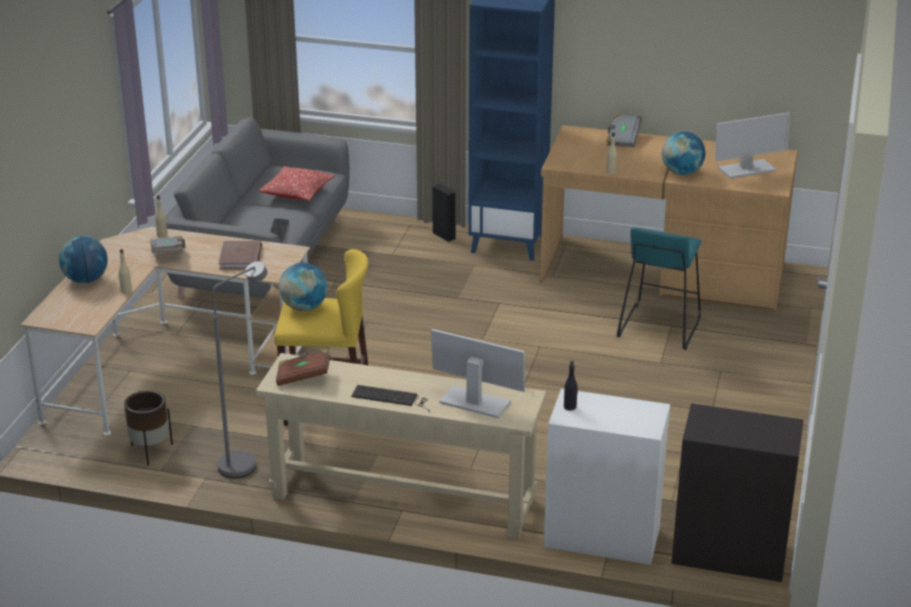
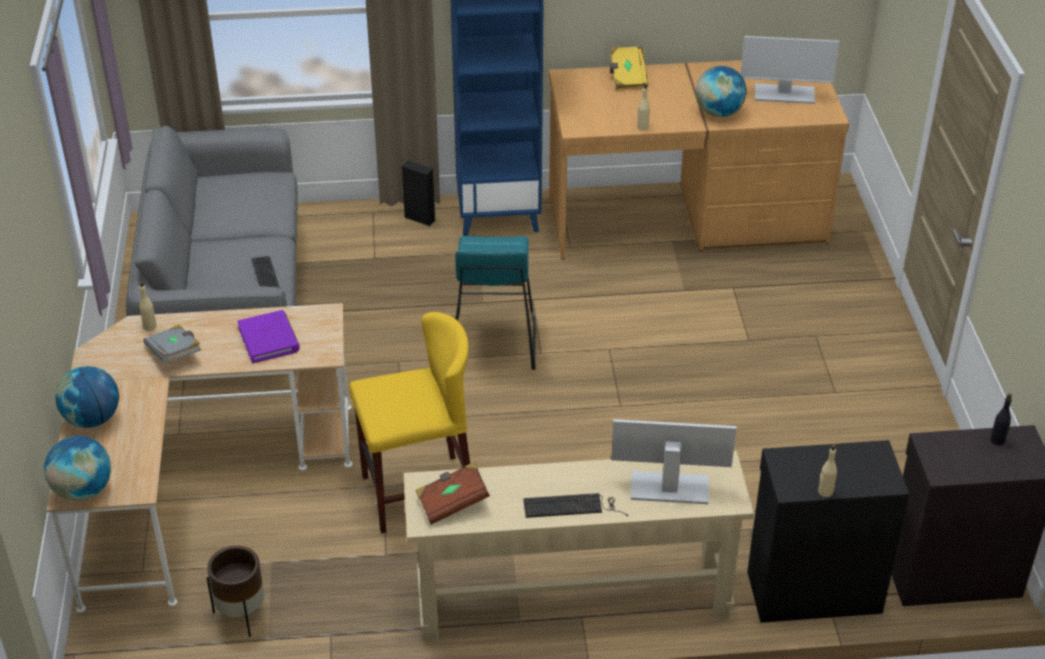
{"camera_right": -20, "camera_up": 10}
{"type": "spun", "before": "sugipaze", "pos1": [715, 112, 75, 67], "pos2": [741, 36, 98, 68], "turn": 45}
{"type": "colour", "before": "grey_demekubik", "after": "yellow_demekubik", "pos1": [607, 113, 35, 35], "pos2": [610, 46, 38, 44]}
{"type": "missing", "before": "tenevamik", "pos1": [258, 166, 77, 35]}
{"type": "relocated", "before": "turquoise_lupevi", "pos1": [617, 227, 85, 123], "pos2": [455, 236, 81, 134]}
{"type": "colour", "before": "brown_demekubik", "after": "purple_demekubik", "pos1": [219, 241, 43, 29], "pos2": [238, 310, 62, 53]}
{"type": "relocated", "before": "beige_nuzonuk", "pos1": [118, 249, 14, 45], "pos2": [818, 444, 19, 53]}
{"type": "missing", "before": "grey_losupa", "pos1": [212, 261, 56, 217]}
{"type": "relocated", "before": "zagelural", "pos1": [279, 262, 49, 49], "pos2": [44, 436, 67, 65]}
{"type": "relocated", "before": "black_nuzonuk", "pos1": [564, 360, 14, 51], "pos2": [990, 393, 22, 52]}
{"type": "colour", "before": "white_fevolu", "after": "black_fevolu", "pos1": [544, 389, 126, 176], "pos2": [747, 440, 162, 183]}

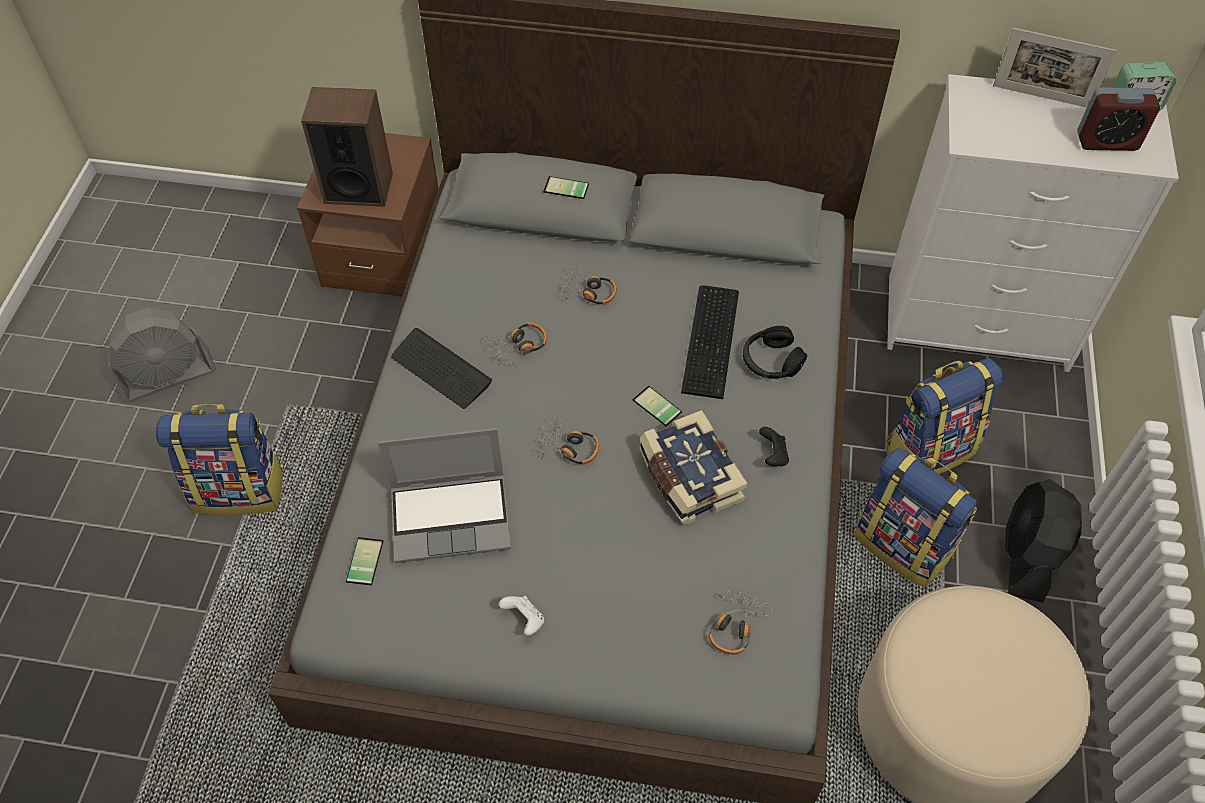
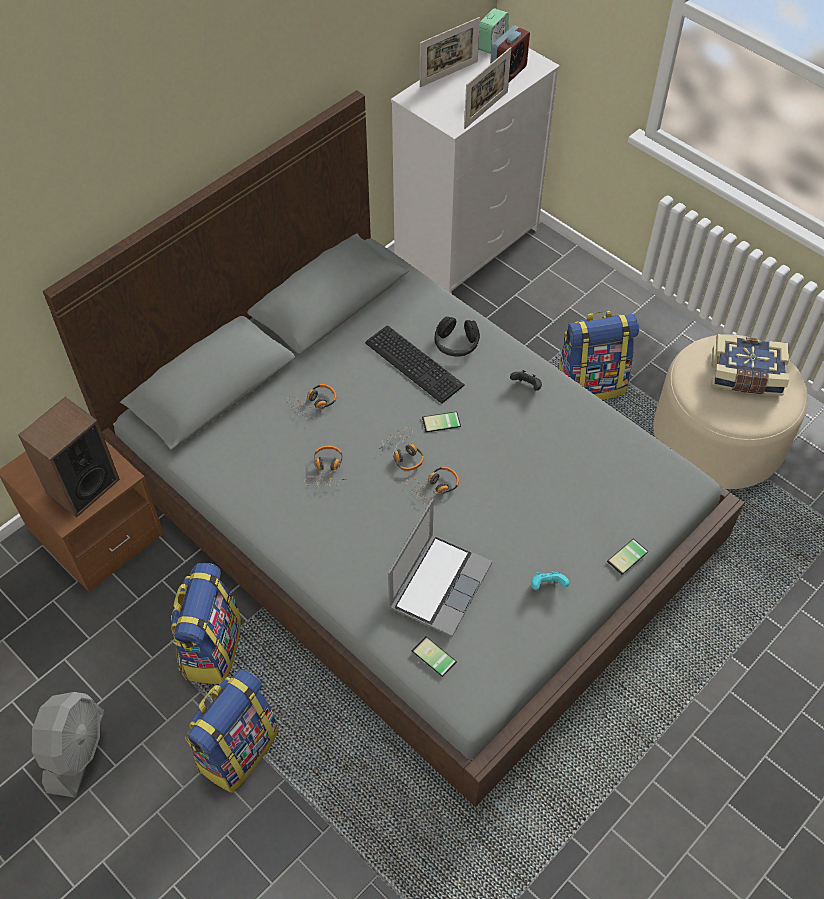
{"camera_right": -55, "camera_up": 0}
{"type": "relocated", "before": "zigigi", "pos1": [543, 176, 46, 23], "pos2": [607, 538, 42, 37]}
{"type": "missing", "before": "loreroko", "pos1": [391, 328, 101, 81]}
{"type": "relocated", "before": "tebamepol", "pos1": [885, 358, 118, 116], "pos2": [171, 563, 70, 121]}
{"type": "relocated", "before": "demekubik", "pos1": [639, 410, 109, 115], "pos2": [711, 334, 78, 62]}
{"type": "missing", "before": "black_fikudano", "pos1": [1004, 479, 78, 124]}
{"type": "relocated", "before": "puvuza", "pos1": [709, 590, 63, 64], "pos2": [378, 427, 46, 44]}
{"type": "colour", "before": "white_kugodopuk", "after": "turquoise_kugodopuk", "pos1": [499, 596, 45, 40], "pos2": [531, 571, 38, 19]}
{"type": "appeared", "after": "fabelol", "pos2": [464, 47, 47, 82]}

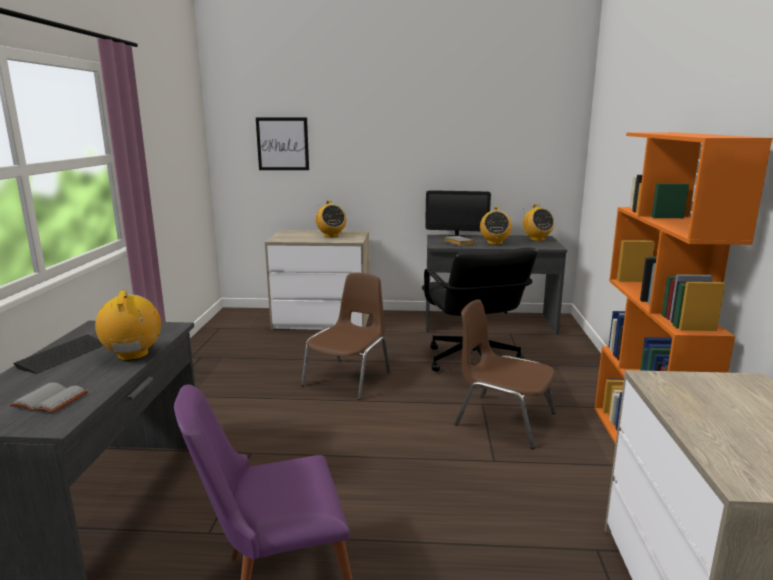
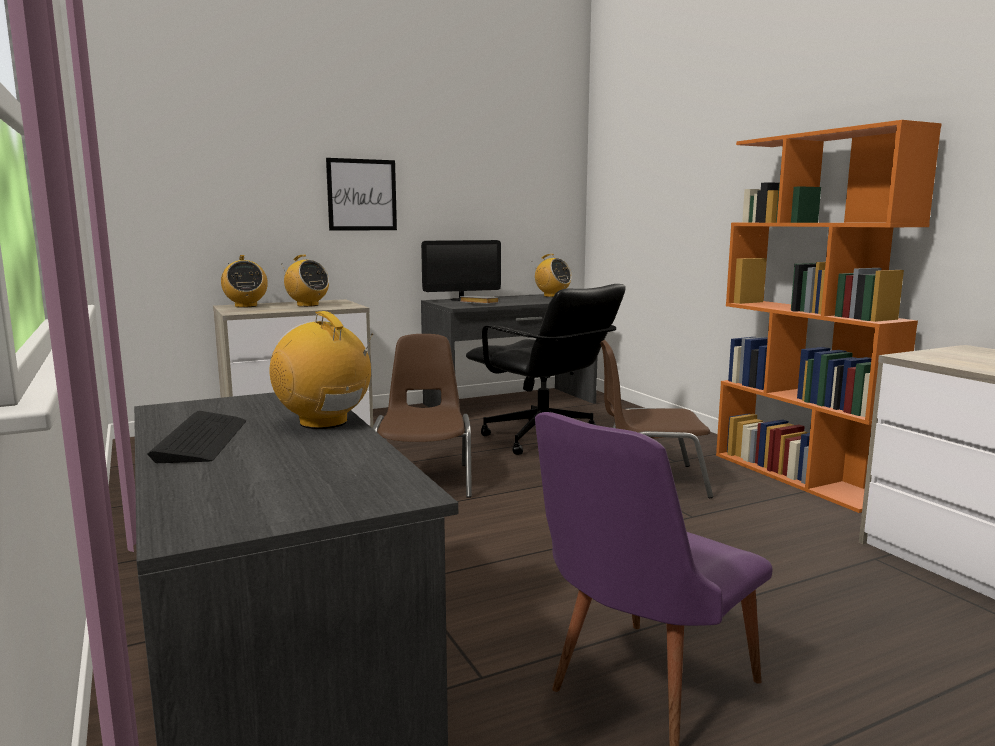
{"camera_right": -30, "camera_up": -5}
{"type": "relocated", "before": "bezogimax", "pos1": [256, 117, 53, 53], "pos2": [326, 158, 71, 73]}
{"type": "relocated", "before": "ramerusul", "pos1": [480, 207, 32, 38], "pos2": [221, 255, 47, 53]}
{"type": "missing", "before": "grey_demekubik", "pos1": [10, 382, 78, 31]}

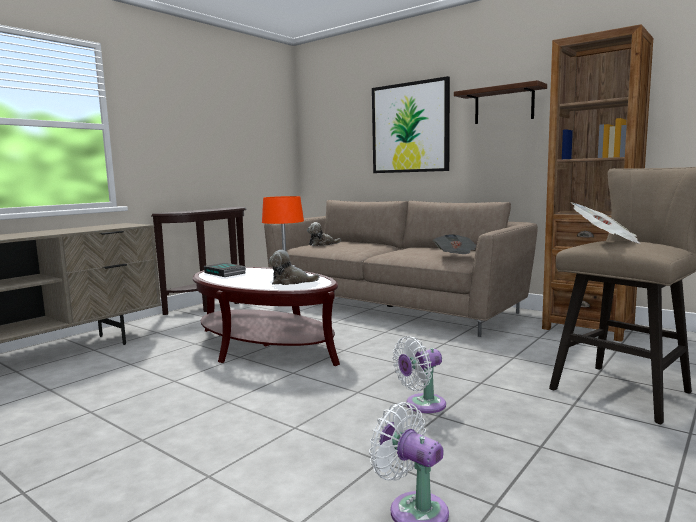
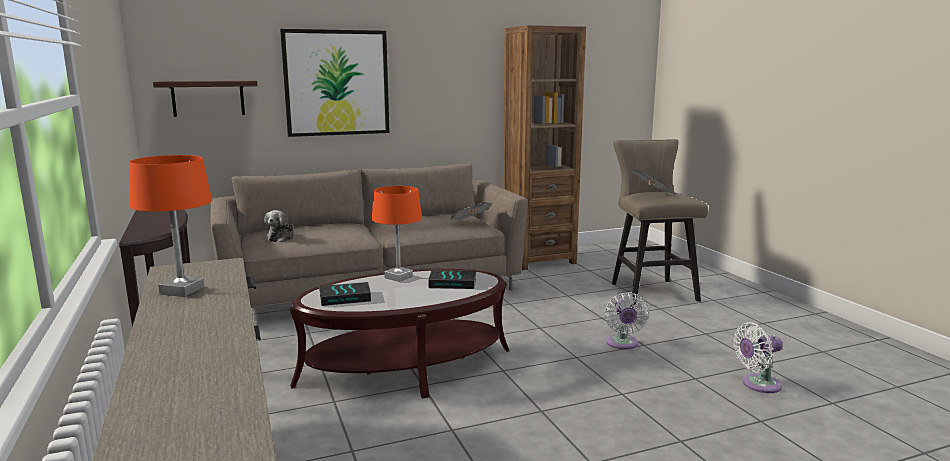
{"camera_right": -60, "camera_up": 5}
{"type": "relocated", "before": "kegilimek", "pos1": [454, 80, 93, 44], "pos2": [153, 80, 105, 37]}
{"type": "exchanged", "before": "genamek", "after": "demekubik", "pos1": [269, 250, 51, 35], "pos2": [428, 270, 49, 19]}
{"type": "appeared", "after": "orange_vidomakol", "pos2": [130, 155, 82, 142]}

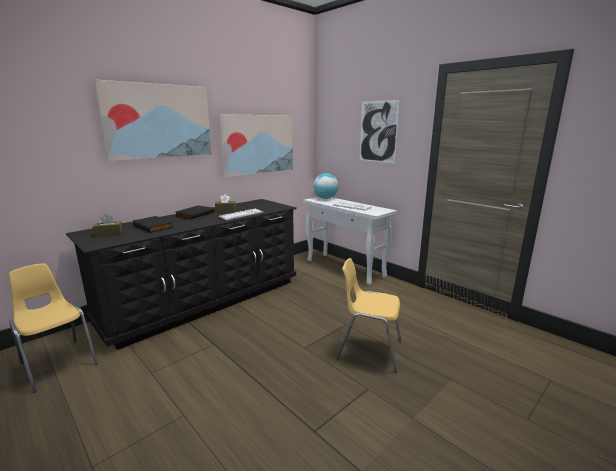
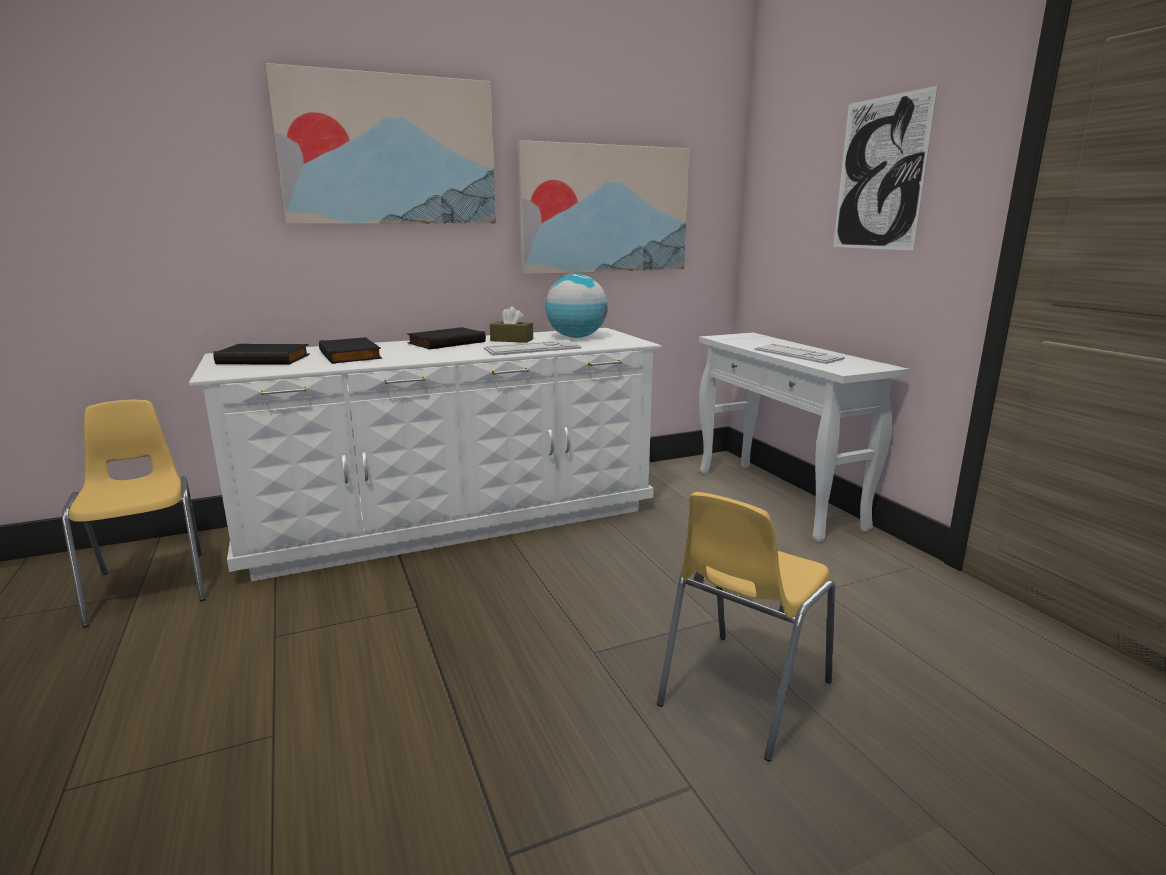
{"camera_right": 20, "camera_up": 0}
{"type": "relocated", "before": "zagelural", "pos1": [313, 173, 26, 26], "pos2": [545, 274, 63, 64]}
{"type": "colour", "before": "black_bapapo", "after": "white_bapapo", "pos1": [66, 199, 231, 151], "pos2": [189, 328, 473, 253]}
{"type": "exchanged", "before": "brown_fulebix", "after": "black_demekubik", "pos1": [92, 214, 31, 22], "pos2": [213, 344, 97, 21]}
{"type": "spun", "before": "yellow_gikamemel", "pos1": [337, 258, 65, 115], "pos2": [657, 492, 178, 269], "turn": -90}

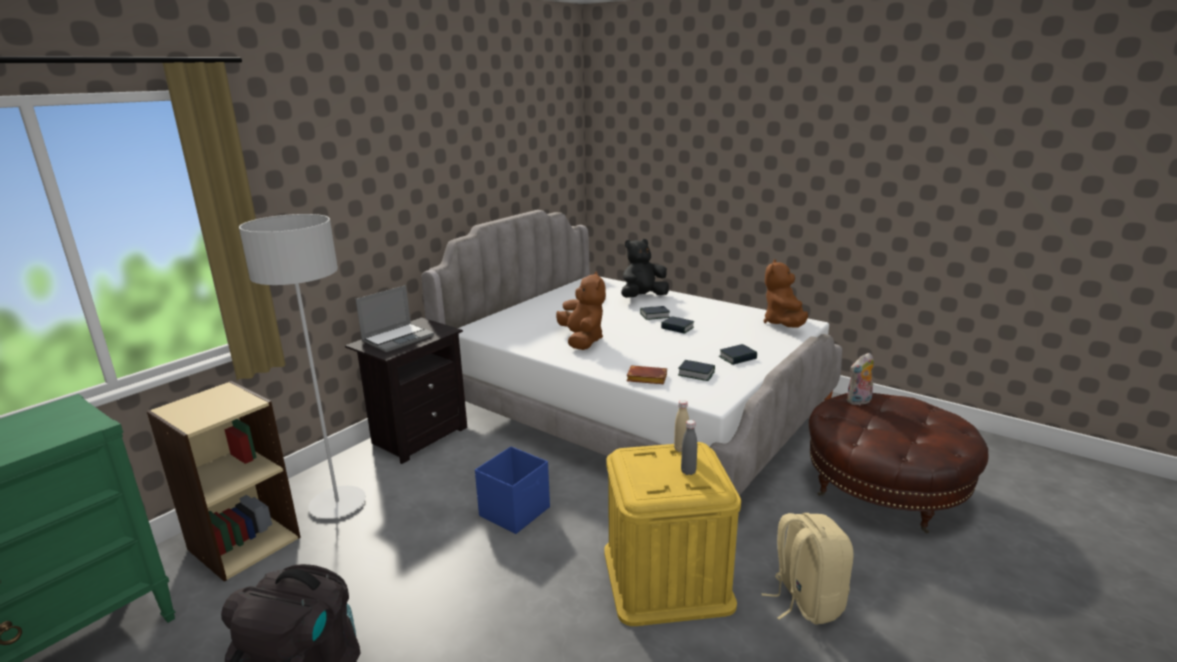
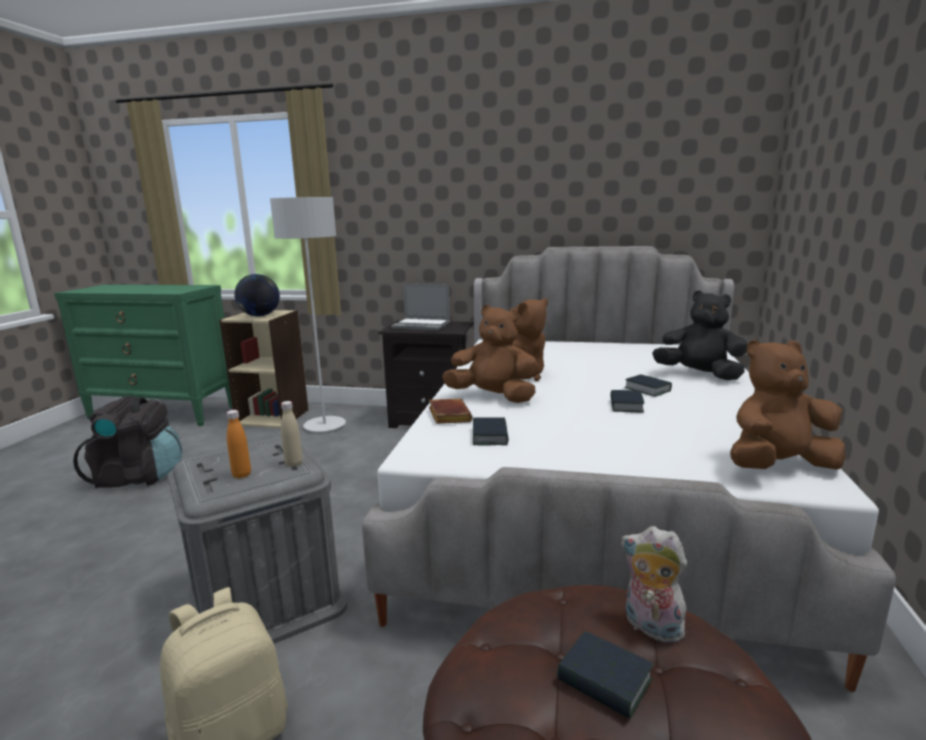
{"camera_right": 65, "camera_up": -5}
{"type": "relocated", "before": "demekubik", "pos1": [719, 344, 38, 21], "pos2": [557, 631, 96, 88]}
{"type": "colour", "before": "grey_nuzonuk", "after": "orange_nuzonuk", "pos1": [681, 420, 16, 55], "pos2": [227, 410, 24, 69]}
{"type": "colour", "before": "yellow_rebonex", "after": "grey_rebonex", "pos1": [604, 442, 137, 184], "pos2": [168, 437, 179, 207]}
{"type": "missing", "before": "blue_rebonex", "pos1": [475, 446, 75, 88]}
{"type": "appeared", "after": "zagelural", "pos2": [234, 274, 46, 43]}
{"type": "appeared", "after": "brown_genamek", "pos2": [442, 305, 96, 98]}

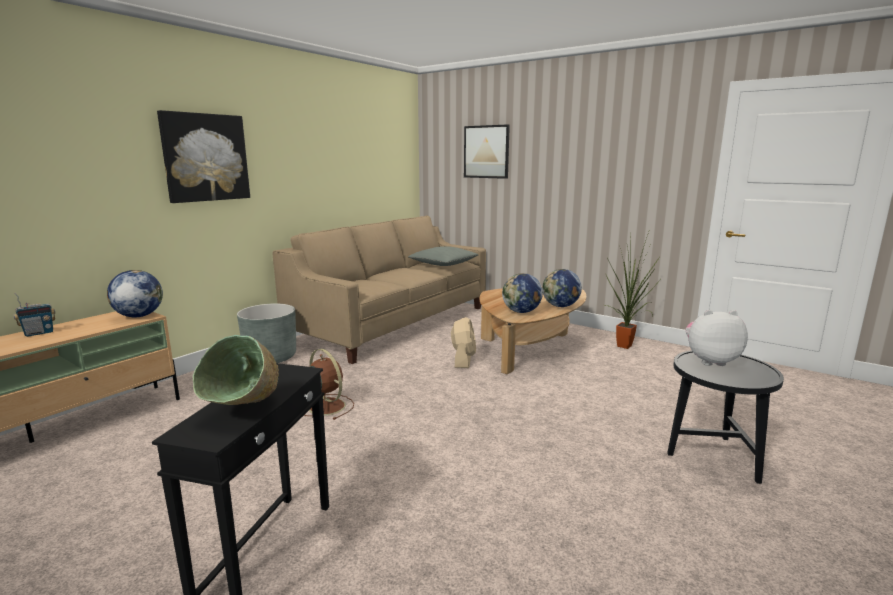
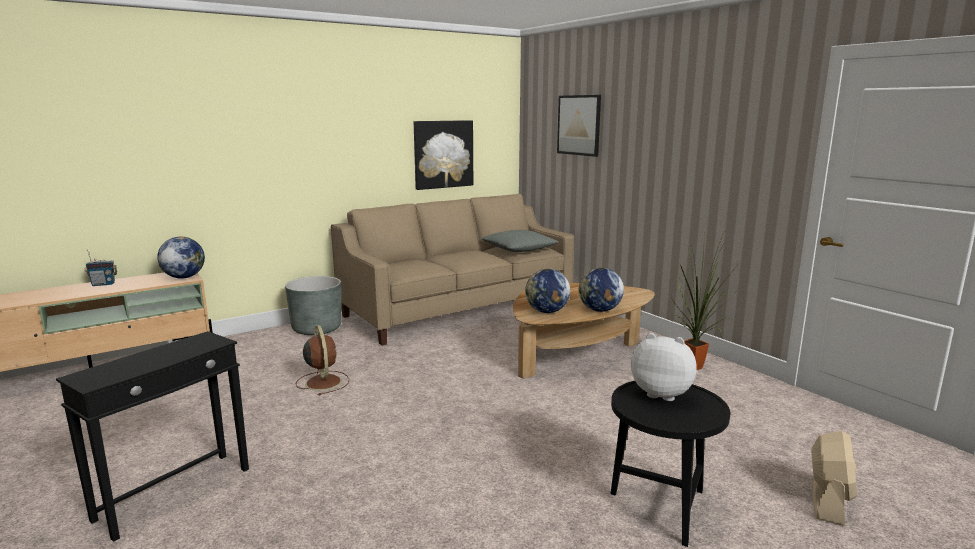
{"camera_right": 20, "camera_up": 0}
{"type": "relocated", "before": "bezogimax", "pos1": [157, 110, 93, 93], "pos2": [414, 120, 59, 70]}
{"type": "relocated", "before": "beige_fikudano", "pos1": [451, 317, 25, 51], "pos2": [811, 431, 46, 95]}
{"type": "missing", "before": "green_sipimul", "pos1": [192, 335, 87, 70]}

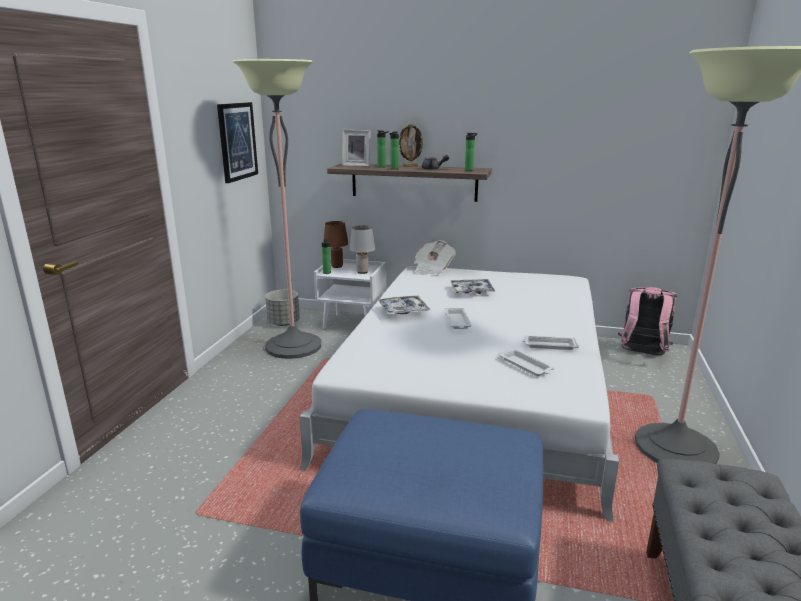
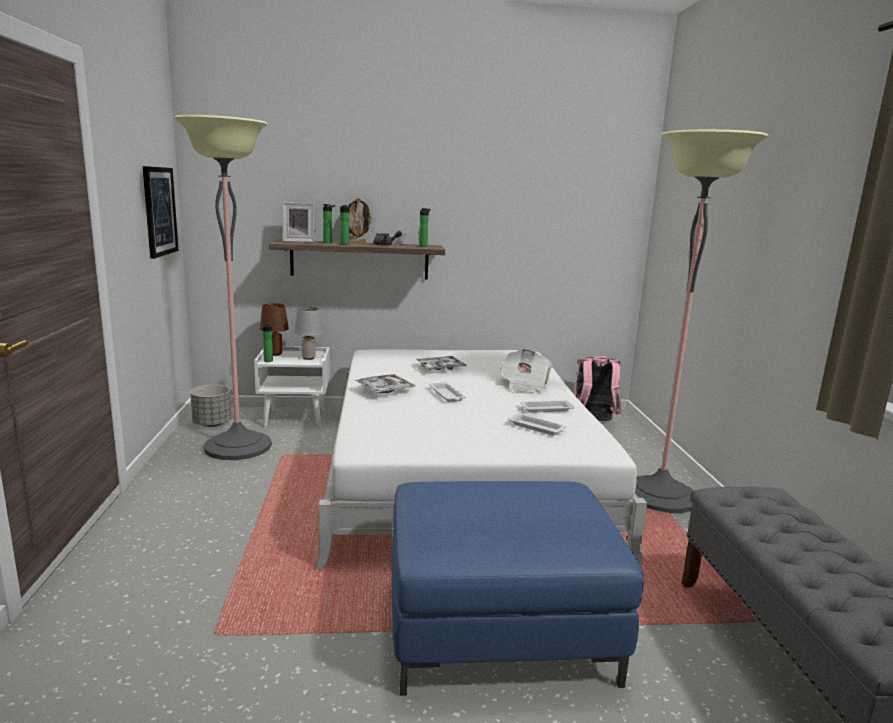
{"camera_right": -20, "camera_up": -5}
{"type": "relocated", "before": "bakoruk", "pos1": [414, 240, 42, 35], "pos2": [500, 348, 52, 44]}

